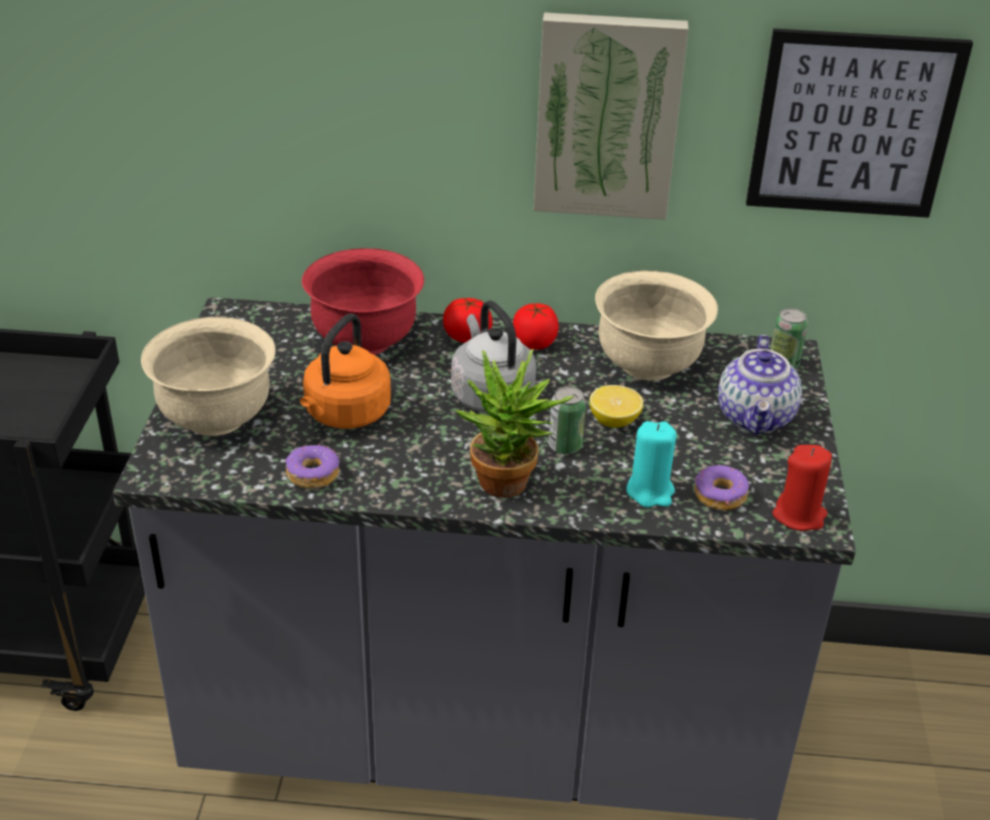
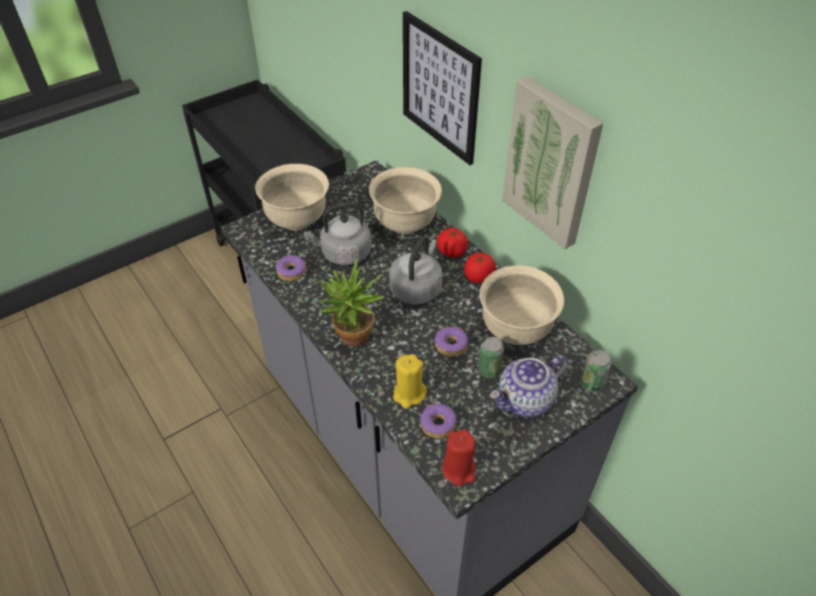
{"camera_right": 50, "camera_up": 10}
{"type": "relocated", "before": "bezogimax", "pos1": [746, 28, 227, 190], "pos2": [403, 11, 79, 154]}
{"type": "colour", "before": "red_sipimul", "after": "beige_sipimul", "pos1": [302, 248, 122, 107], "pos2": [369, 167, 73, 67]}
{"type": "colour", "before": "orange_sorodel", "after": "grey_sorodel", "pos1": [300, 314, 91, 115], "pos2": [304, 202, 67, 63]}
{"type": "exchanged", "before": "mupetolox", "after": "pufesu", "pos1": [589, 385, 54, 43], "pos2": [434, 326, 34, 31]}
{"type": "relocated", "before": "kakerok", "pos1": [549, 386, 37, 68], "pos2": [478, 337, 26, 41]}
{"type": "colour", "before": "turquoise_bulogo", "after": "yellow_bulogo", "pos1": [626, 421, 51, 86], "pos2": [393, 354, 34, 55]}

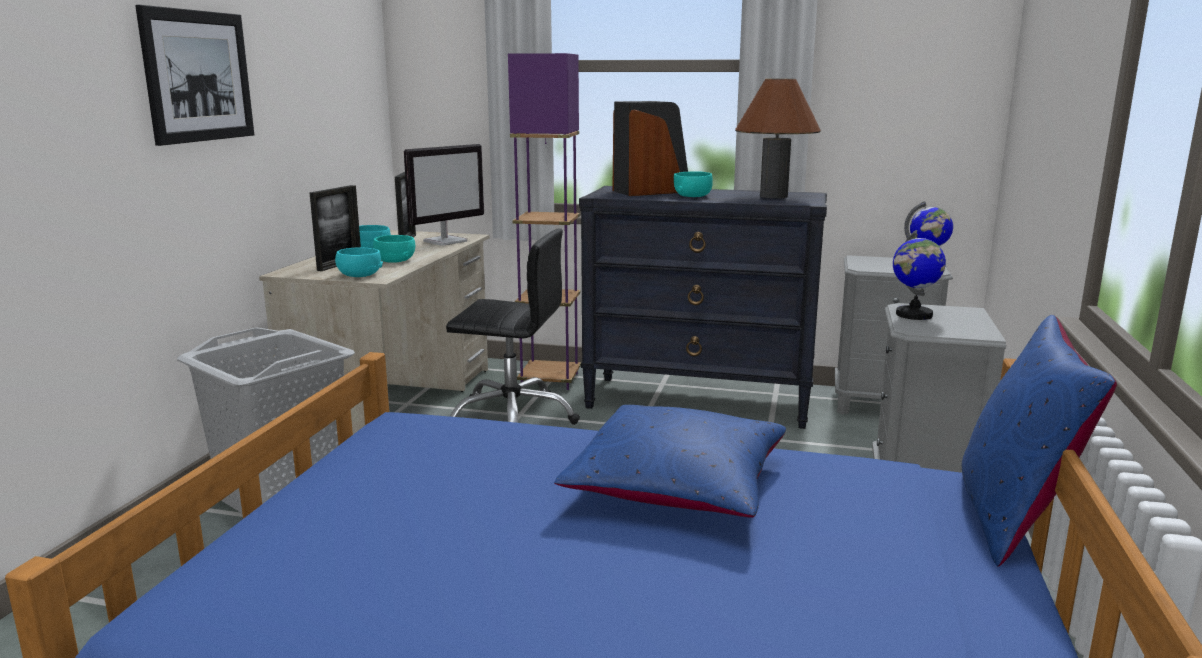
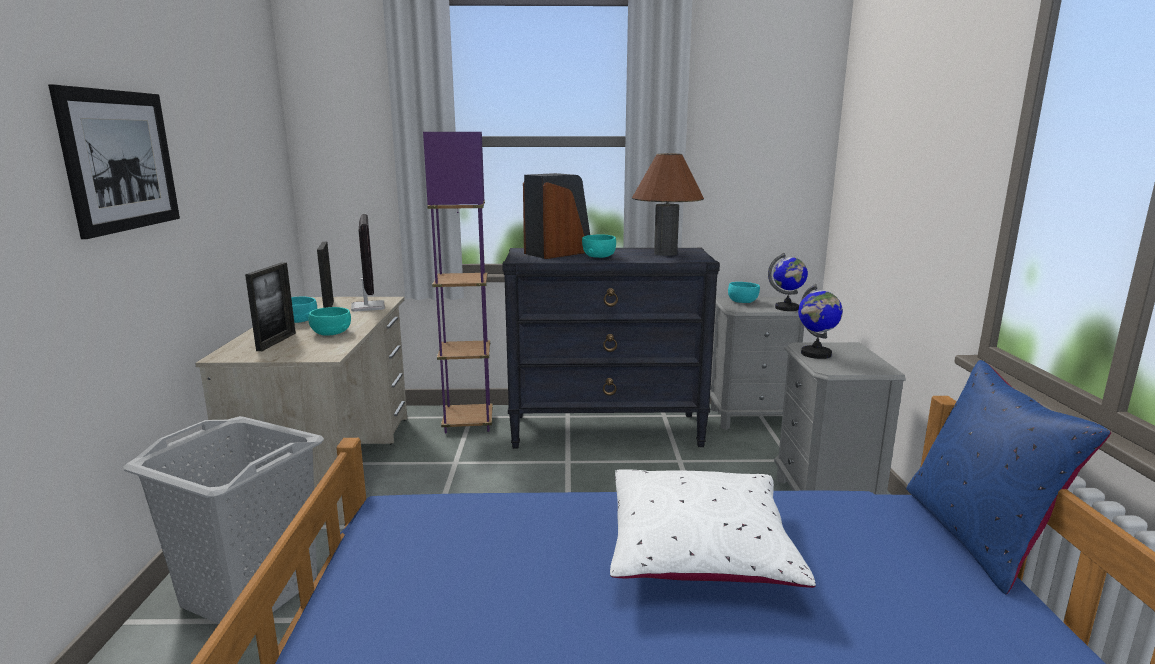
{"camera_right": -15, "camera_up": 0}
{"type": "spun", "before": "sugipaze", "pos1": [404, 144, 80, 102], "pos2": [351, 214, 34, 98], "turn": -45}
{"type": "missing", "before": "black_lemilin", "pos1": [446, 228, 134, 197]}
{"type": "relocated", "before": "turquoise_sipimul", "pos1": [335, 248, 48, 29], "pos2": [728, 282, 32, 21]}
{"type": "colour", "before": "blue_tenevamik", "after": "white_tenevamik", "pos1": [554, 405, 232, 113], "pos2": [610, 469, 206, 119]}

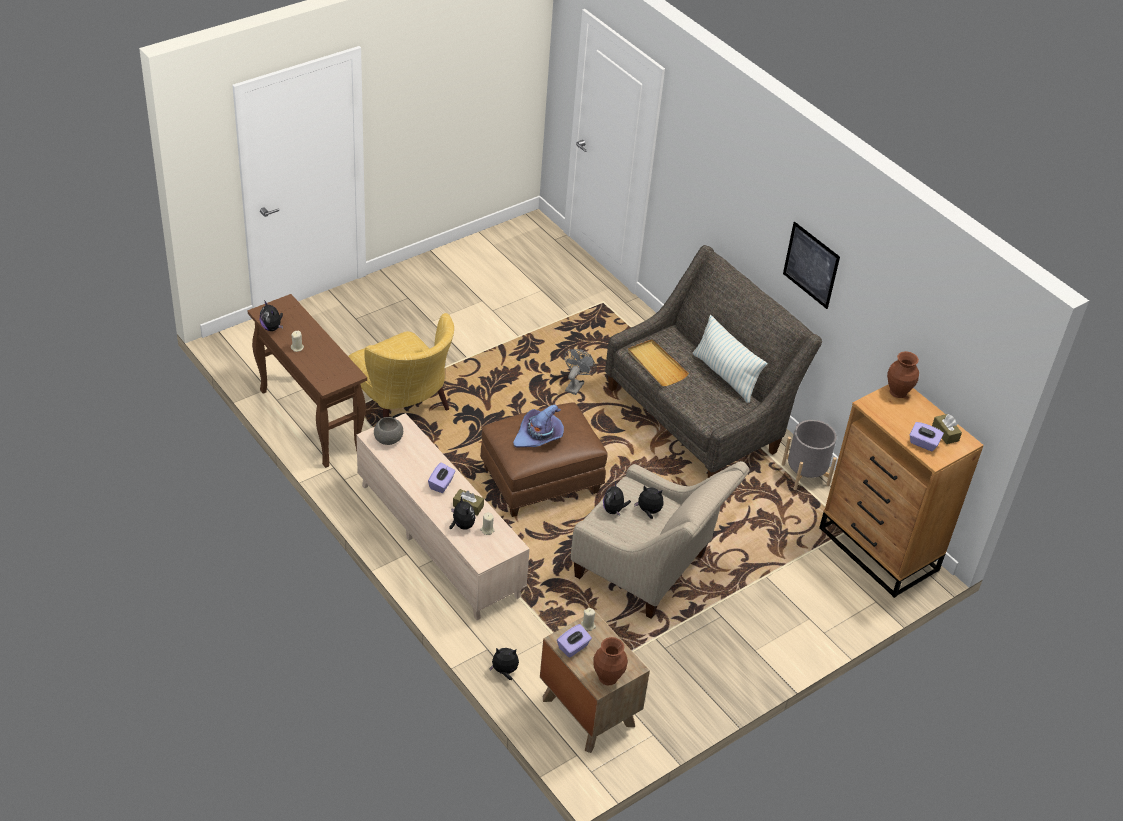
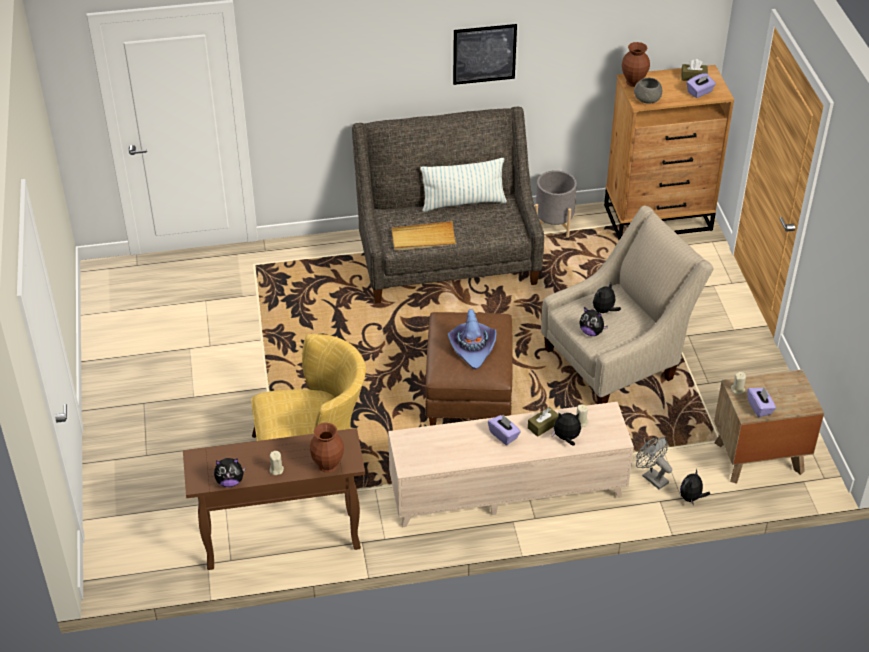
{"camera_right": -60, "camera_up": 0}
{"type": "relocated", "before": "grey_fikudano", "pos1": [564, 349, 33, 46], "pos2": [636, 437, 36, 53]}
{"type": "relocated", "before": "grey_sipimul", "pos1": [374, 417, 29, 28], "pos2": [634, 78, 28, 26]}
{"type": "relocated", "before": "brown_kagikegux", "pos1": [593, 637, 35, 48], "pos2": [309, 423, 35, 50]}

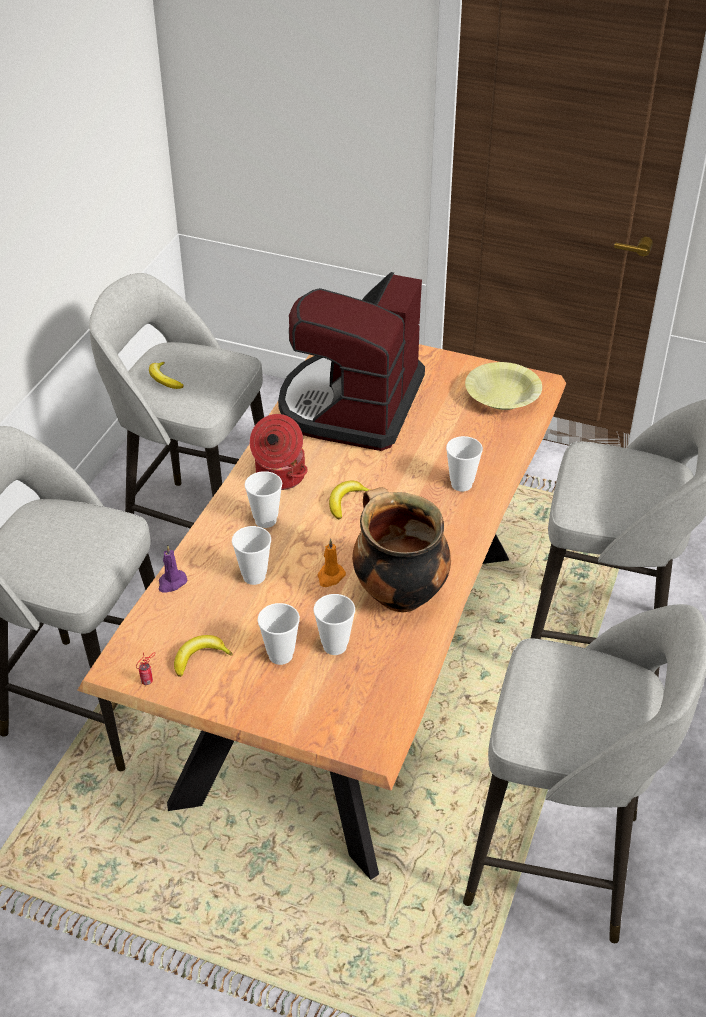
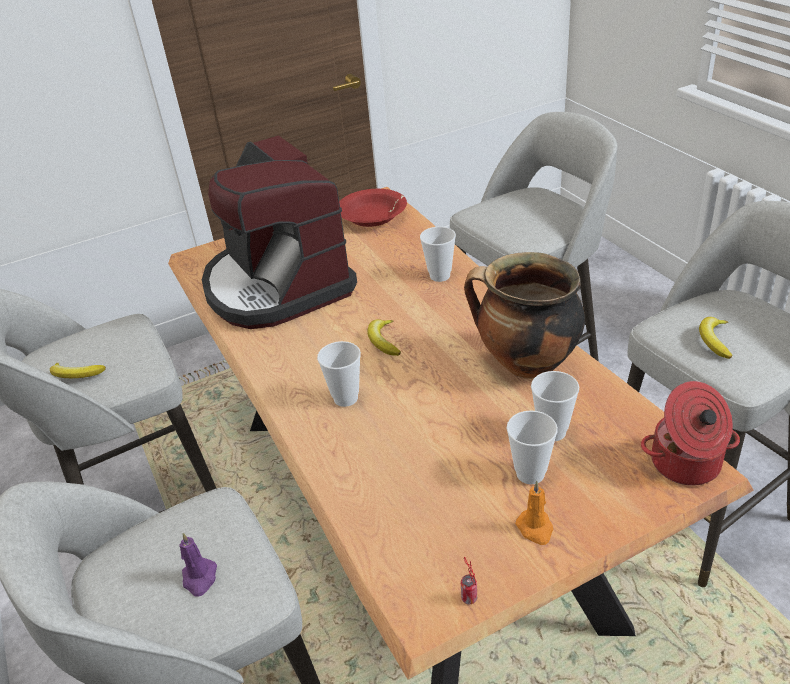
{"camera_right": -45, "camera_up": -5}
{"type": "colour", "before": "yellow_sipimul", "after": "red_sipimul", "pos1": [465, 362, 77, 48], "pos2": [339, 189, 68, 38]}
{"type": "relocated", "before": "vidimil", "pos1": [250, 414, 58, 76], "pos2": [641, 381, 99, 105]}
{"type": "missing", "before": "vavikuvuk", "pos1": [232, 526, 39, 59]}
{"type": "relocated", "before": "orange_bulogo", "pos1": [317, 539, 29, 48], "pos2": [515, 481, 38, 64]}
{"type": "relocated", "before": "purple_bulogo", "pos1": [158, 545, 29, 48], "pos2": [179, 533, 38, 64]}
{"type": "relocated", "before": "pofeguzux", "pos1": [174, 635, 59, 42], "pos2": [699, 317, 33, 42]}

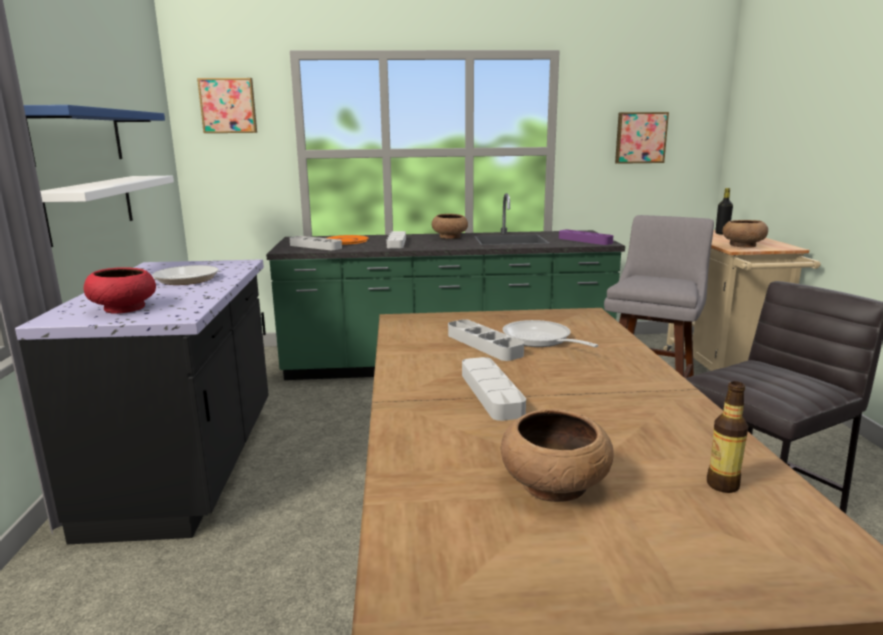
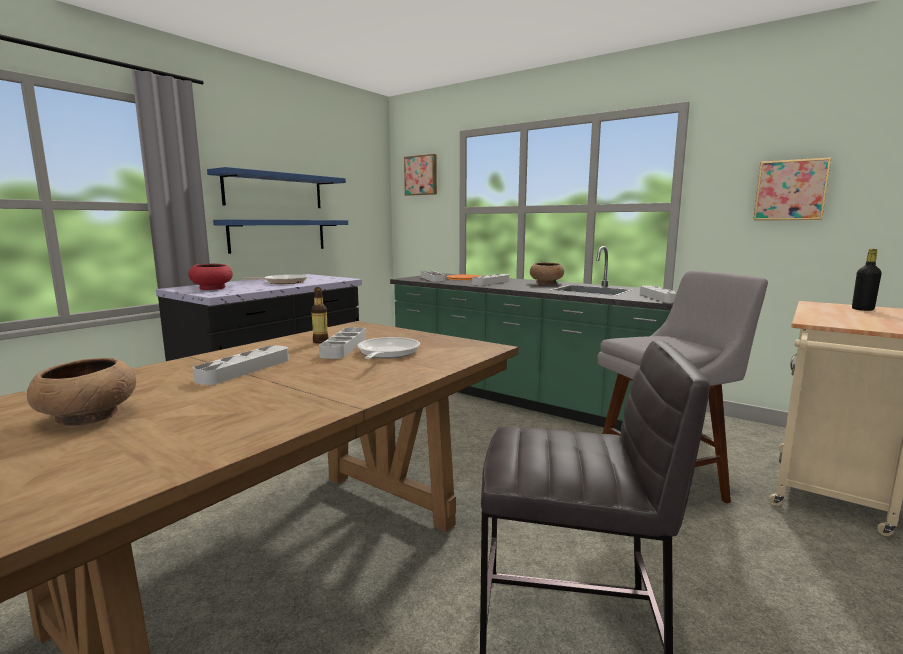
{"camera_right": 40, "camera_up": -5}
{"type": "colour", "before": "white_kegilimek", "after": "blue_kegilimek", "pos1": [40, 176, 134, 71], "pos2": [213, 220, 135, 34]}
{"type": "missing", "before": "brown_sipimul", "pos1": [722, 220, 46, 27]}
{"type": "colour", "before": "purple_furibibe", "after": "grey_furibibe", "pos1": [559, 230, 54, 15], "pos2": [640, 286, 37, 17]}
{"type": "relocated", "before": "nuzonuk", "pos1": [707, 381, 42, 112], "pos2": [311, 287, 18, 56]}

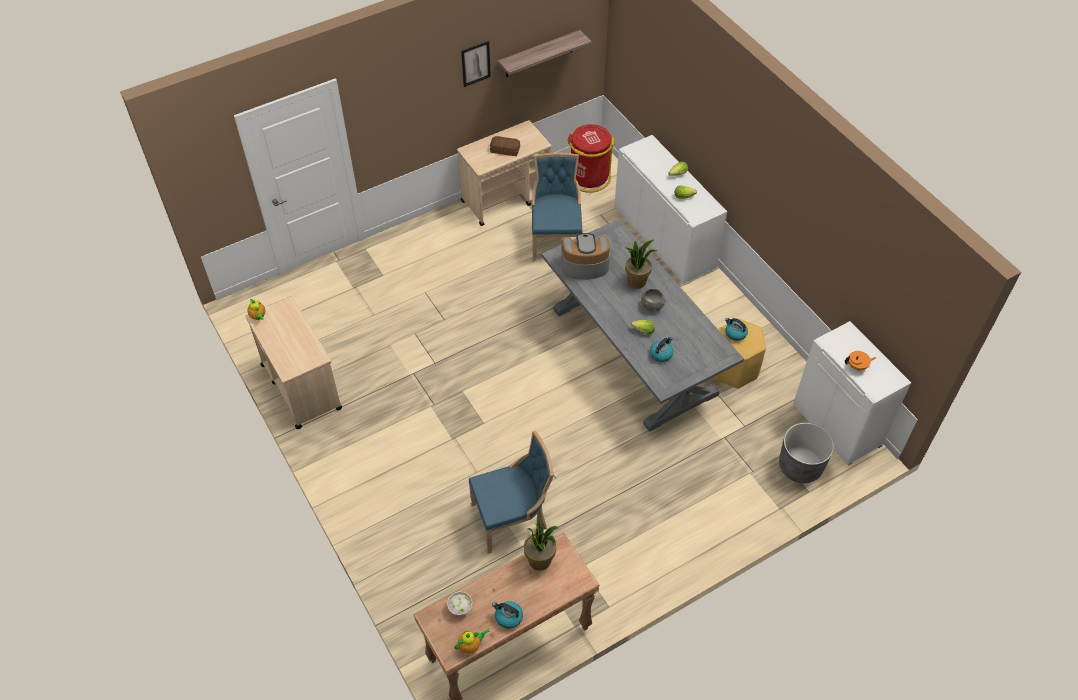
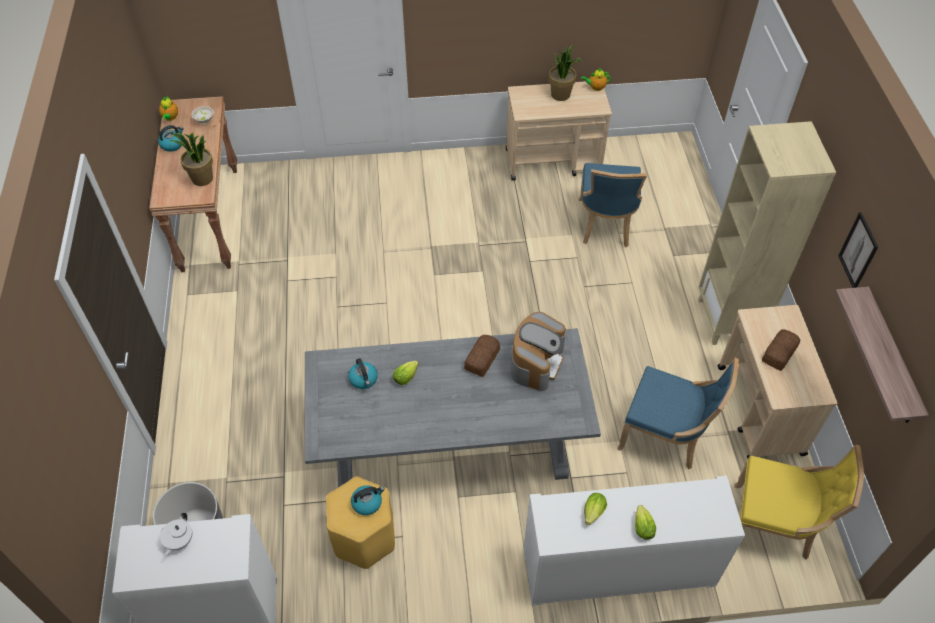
{"camera_right": 115, "camera_up": 0}
{"type": "exchanged", "before": "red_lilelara", "after": "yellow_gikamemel", "pos1": [568, 124, 47, 69], "pos2": [734, 444, 130, 116]}
{"type": "relocated", "before": "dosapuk", "pos1": [625, 240, 32, 49], "pos2": [549, 45, 33, 56]}
{"type": "missing", "before": "grey_sipimul", "pos1": [641, 289, 25, 23]}
{"type": "colour", "before": "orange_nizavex", "after": "white_nizavex", "pos1": [845, 351, 31, 20], "pos2": [160, 513, 32, 44]}
{"type": "relocated", "before": "blue_gikamemel", "pos1": [469, 431, 85, 123], "pos2": [579, 163, 68, 84]}
{"type": "appeared", "after": "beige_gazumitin", "pos2": [698, 121, 138, 224]}
{"type": "appeared", "after": "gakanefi", "pos2": [464, 335, 36, 42]}

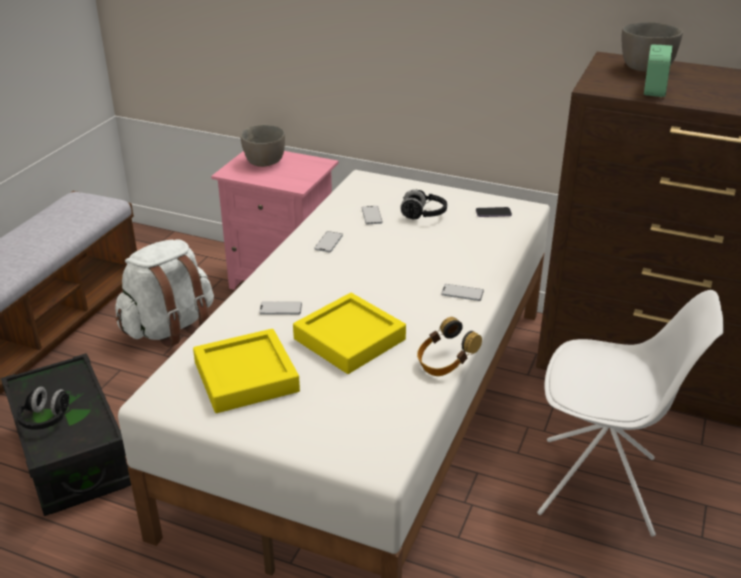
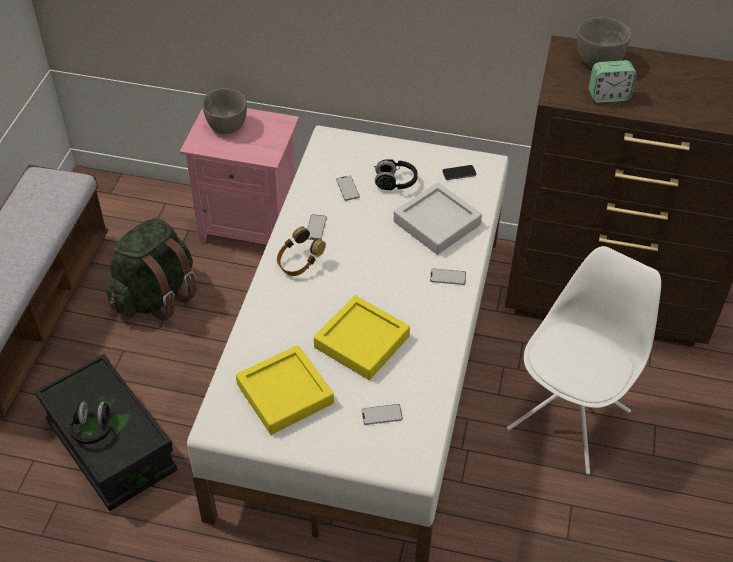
{"camera_right": -10, "camera_up": 15}
{"type": "spun", "before": "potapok", "pos1": [644, 45, 28, 52], "pos2": [589, 60, 48, 43], "turn": 75}
{"type": "colour", "before": "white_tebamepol", "after": "green_tebamepol", "pos1": [115, 239, 99, 108], "pos2": [106, 218, 91, 103]}
{"type": "spun", "before": "white_gikamemel", "pos1": [537, 290, 187, 247], "pos2": [507, 246, 154, 229], "turn": -60}
{"type": "relocated", "before": "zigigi", "pos1": [259, 302, 43, 13], "pos2": [361, 404, 42, 21]}
{"type": "relocated", "before": "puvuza", "pos1": [417, 317, 65, 59], "pos2": [277, 226, 49, 50]}
{"type": "appeared", "after": "grey_furibibe", "pos2": [393, 183, 89, 72]}

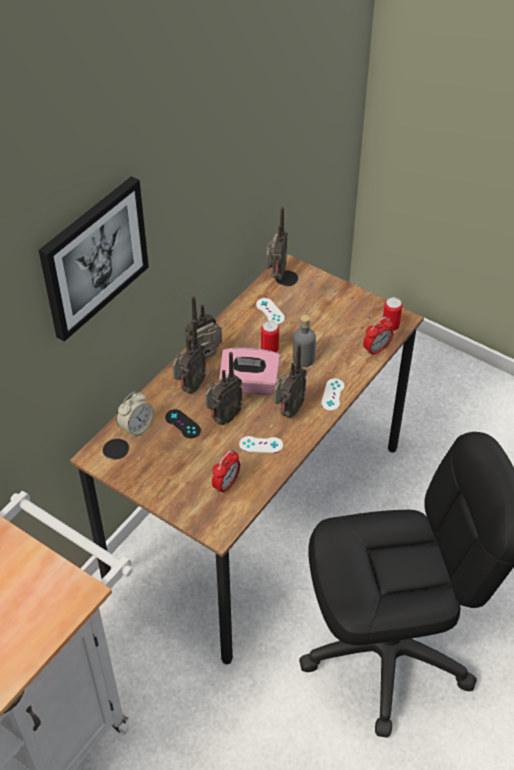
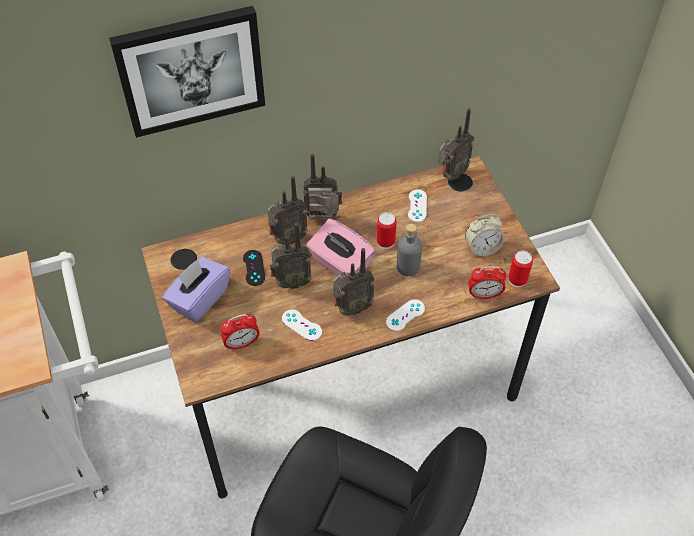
{"camera_right": 35, "camera_up": 5}
{"type": "relocated", "before": "potapok", "pos1": [116, 391, 38, 47], "pos2": [465, 214, 40, 42]}
{"type": "appeared", "after": "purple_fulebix", "pos2": [162, 257, 68, 65]}

